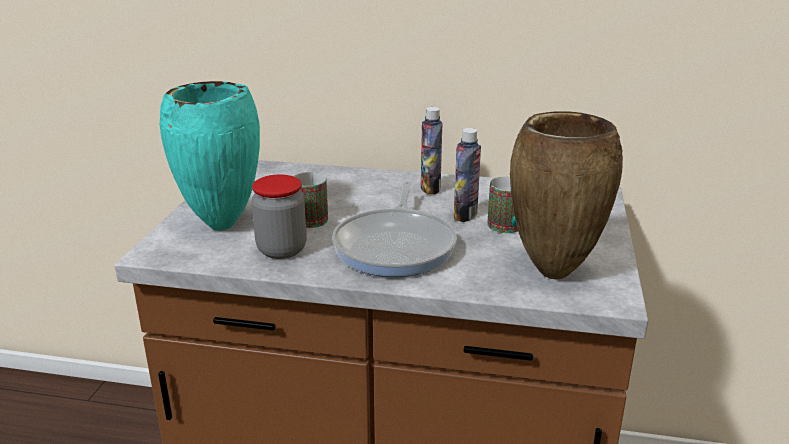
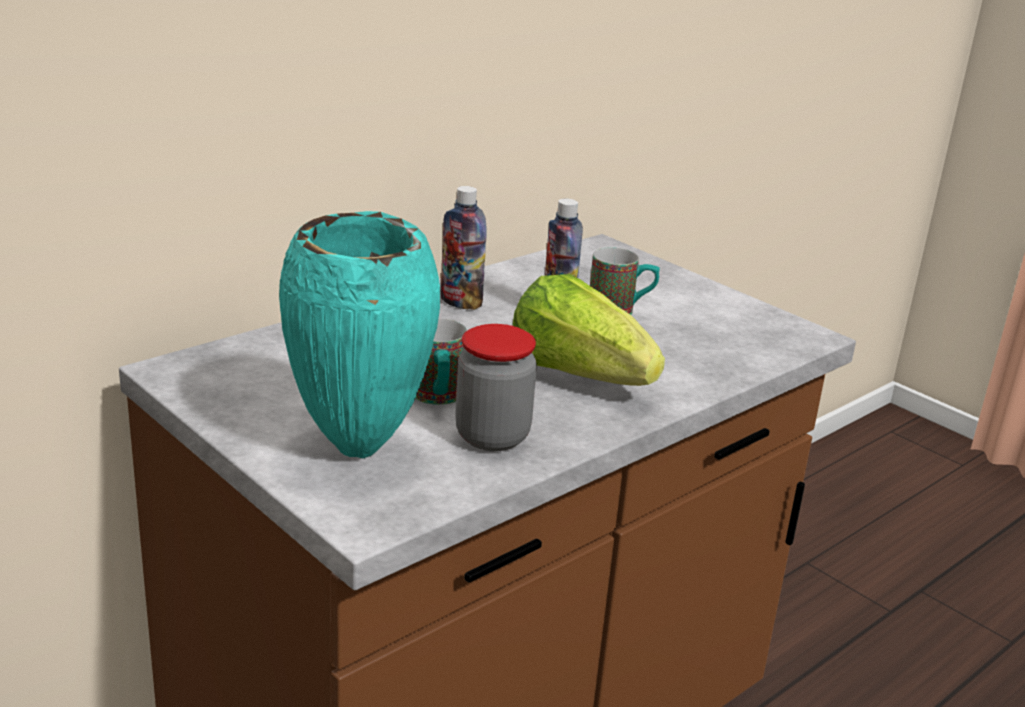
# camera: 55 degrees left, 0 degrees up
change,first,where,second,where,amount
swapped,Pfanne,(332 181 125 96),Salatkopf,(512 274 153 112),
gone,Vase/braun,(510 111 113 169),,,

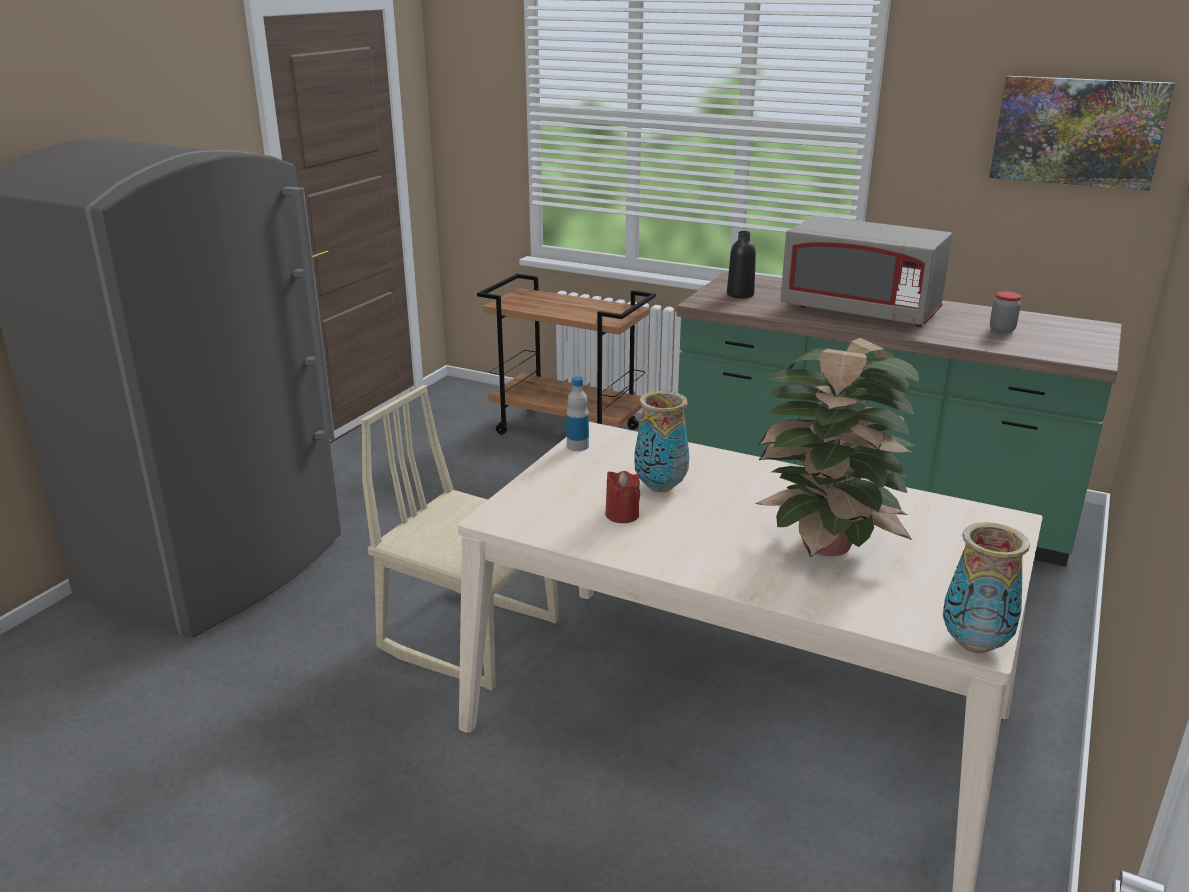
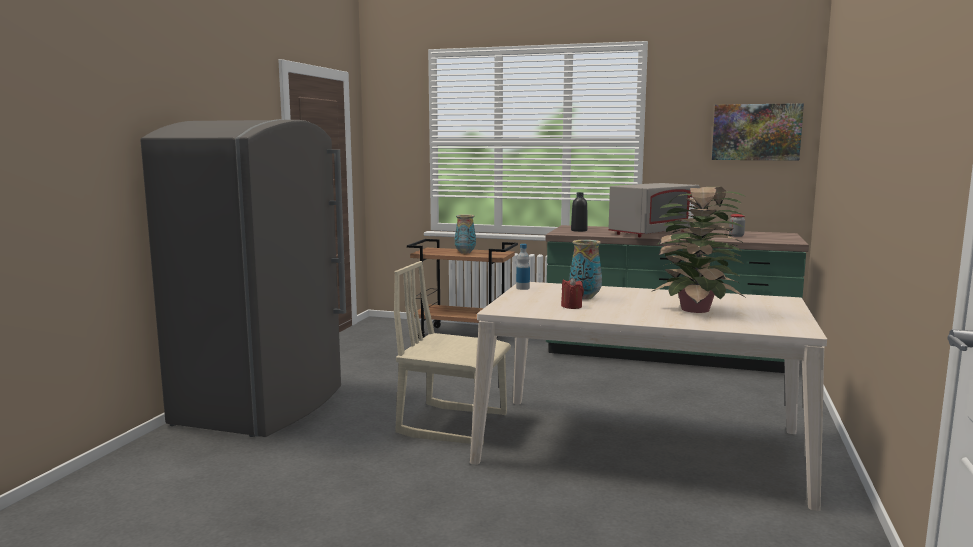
# camera: 10 degrees left, 15 degrees down
change,first,where,second,where,amount
rotated,Mikrowelle/grau,(780 216 173 111),,(608 183 92 54),60 degrees counterclockwise
shifted,Vase,(943 522 87 131),,(455 214 21 40),

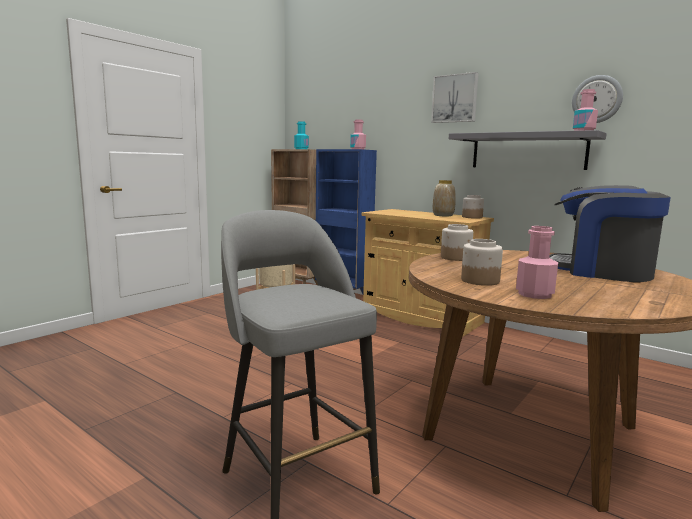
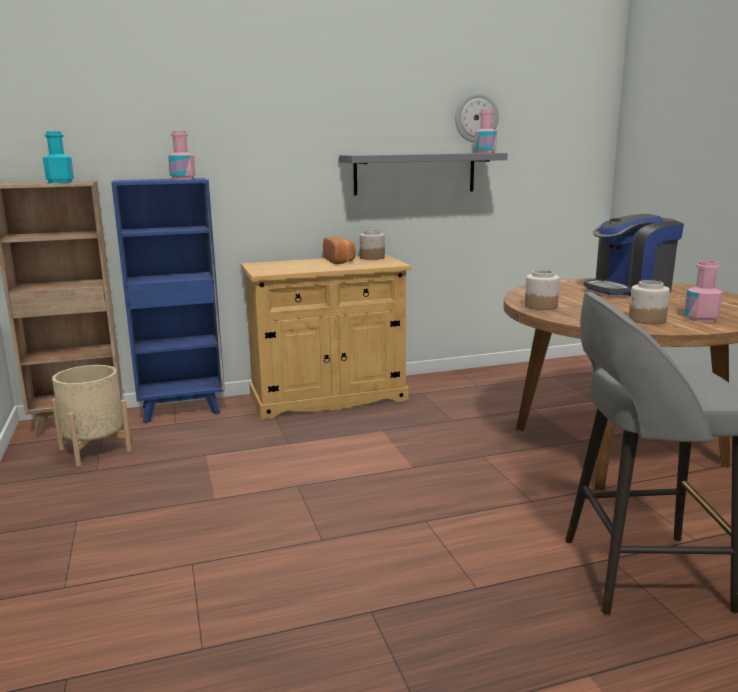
# camera: 55 degrees left, 5 degrees up
change,first,where,second,where,amount
gone,Bild,(431 72 48 51),,,
swapped,Vase,(433 180 23 36),Brot,(323 237 33 27),

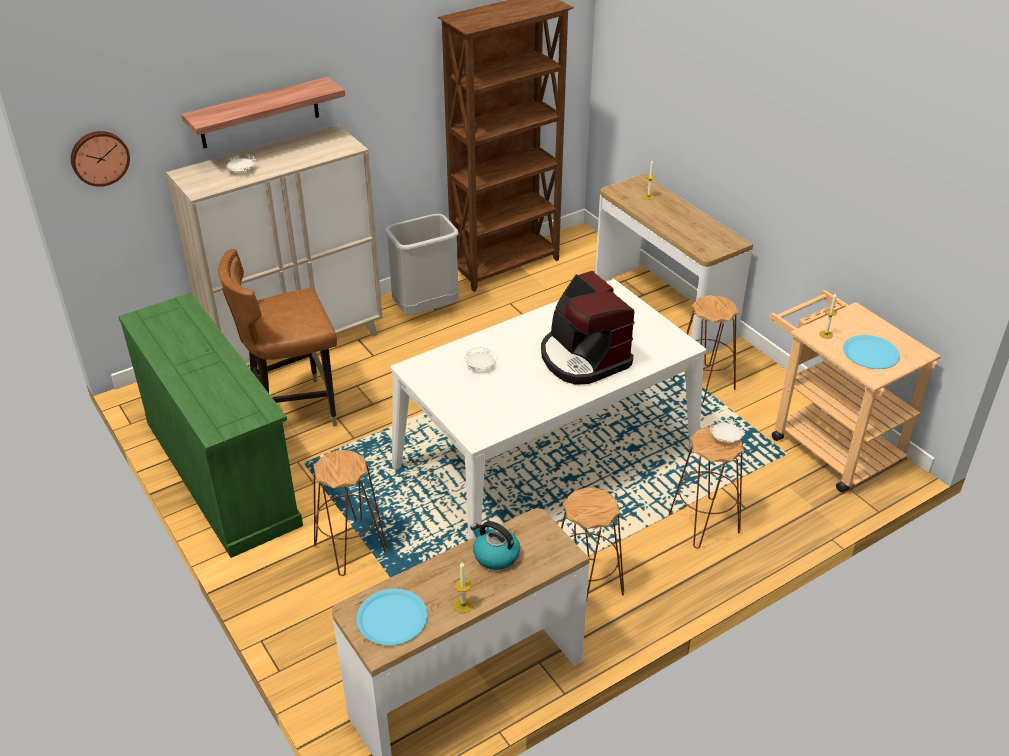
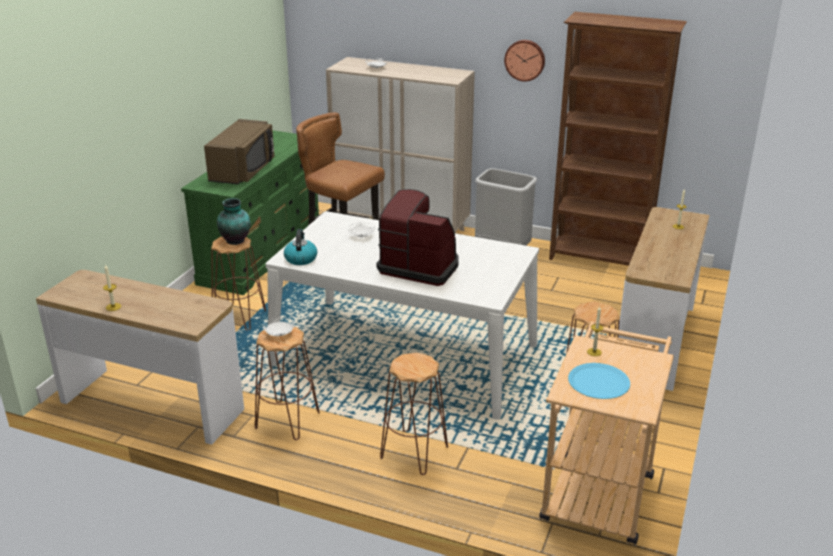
# camera: 55 degrees right, 10 degrees down
change,first,where,second,where,amount
shifted,Wanduhr,(71 131 59 56),,(504 40 41 42),
gone,Wandregal,(181 77 164 71),,,
gone,Teller/blau,(356 589 72 57),,,
shifted,Wasserkessel,(470 521 50 49),,(284 229 33 36),
rotated,Kaffeemaschine,(541 271 94 114),,(377 189 81 97),90 degrees clockwise
shifted,Teller/weiß,(710 418 35 25),,(263 317 32 19),
new,,,Mikrowelle/braun,(204 119 71 65),
new,,,Vase,(217 198 33 47),

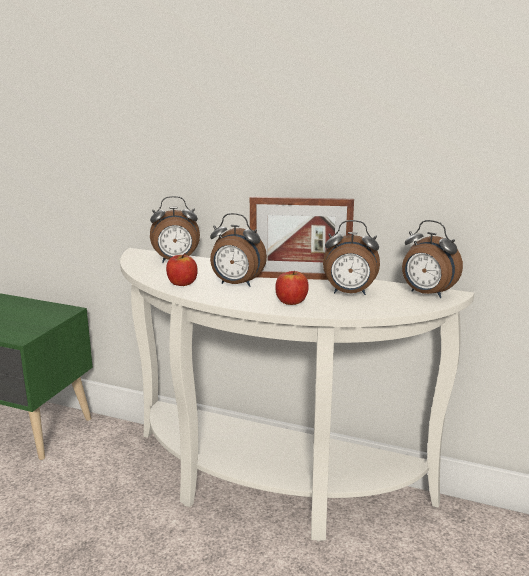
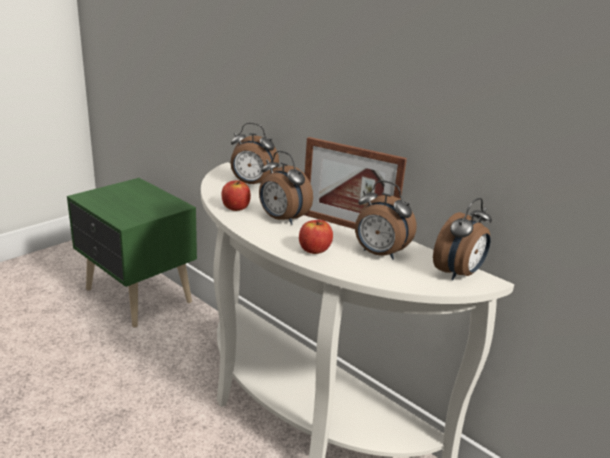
# camera: 20 degrees right, 5 degrees up
change,first,where,second,where,amount
rotated,Wecker,(402 220 61 78),,(433 198 59 83),105 degrees counterclockwise

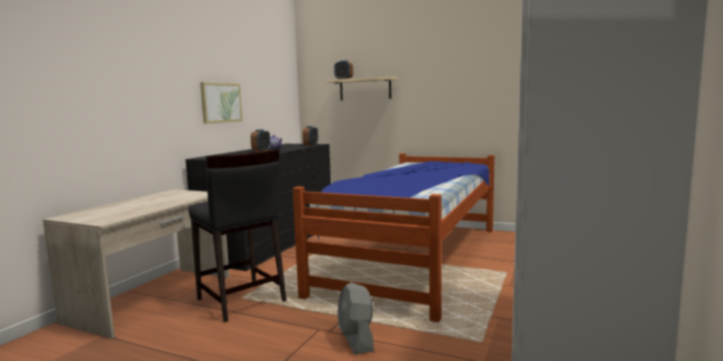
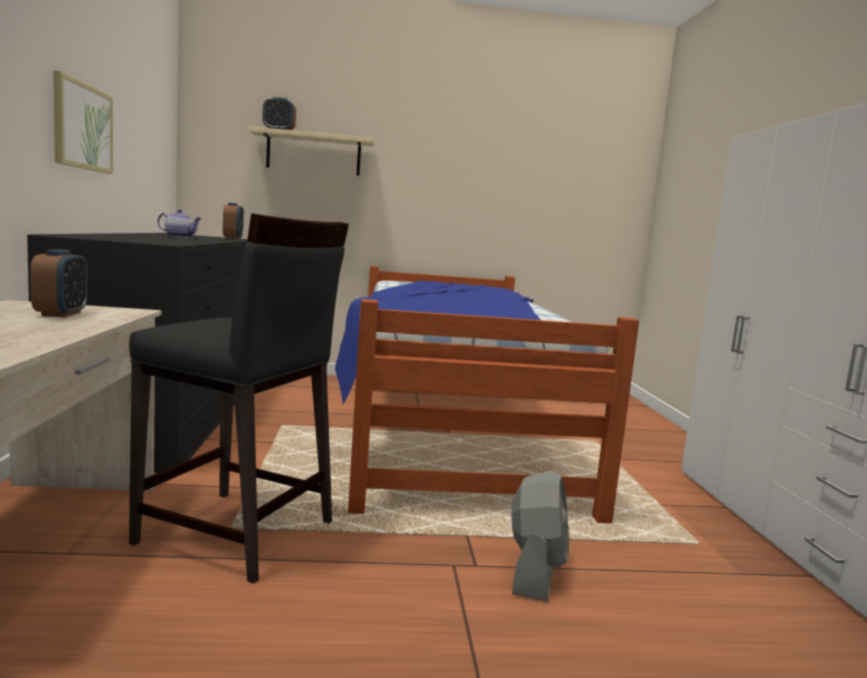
# camera: 30 degrees left, 0 degrees up
change,first,where,second,where,amount
shifted,Wecker,(251 129 20 23),,(30 249 58 68),
rotated,Ventilator/grau,(337 283 37 72),,(511 470 58 132),120 degrees counterclockwise

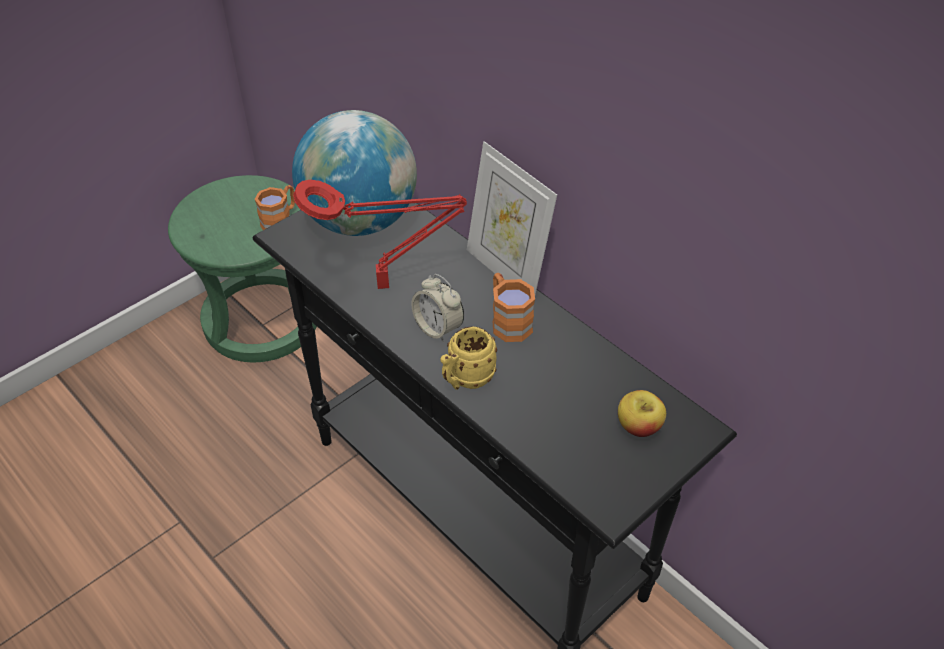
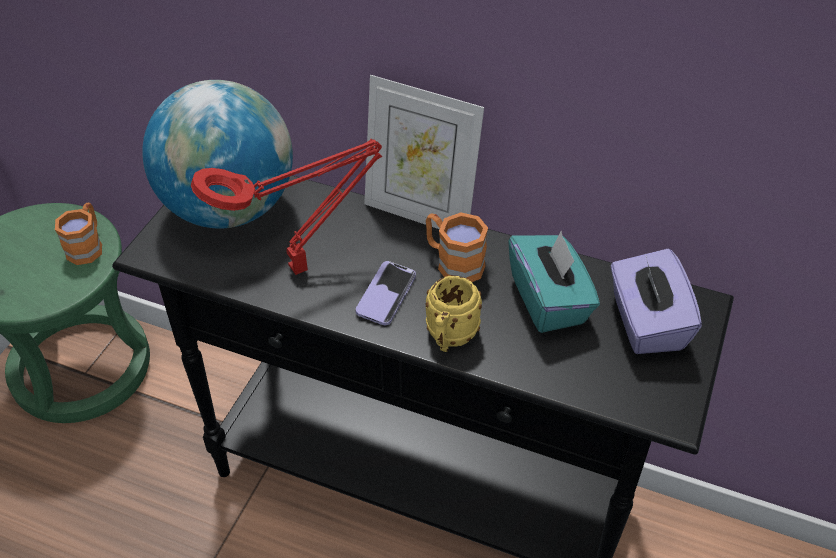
# camera: 25 degrees left, 0 degrees up
change,first,where,second,where,amount
swapped,Wecker,(411 274 53 68),Handy,(356 261 60 64),
swapped,Apfel,(618 390 48 47),Taschentuchbox/lila,(611 248 91 106),
new,,,Taschentuchbox/türkis,(508 230 92 103),

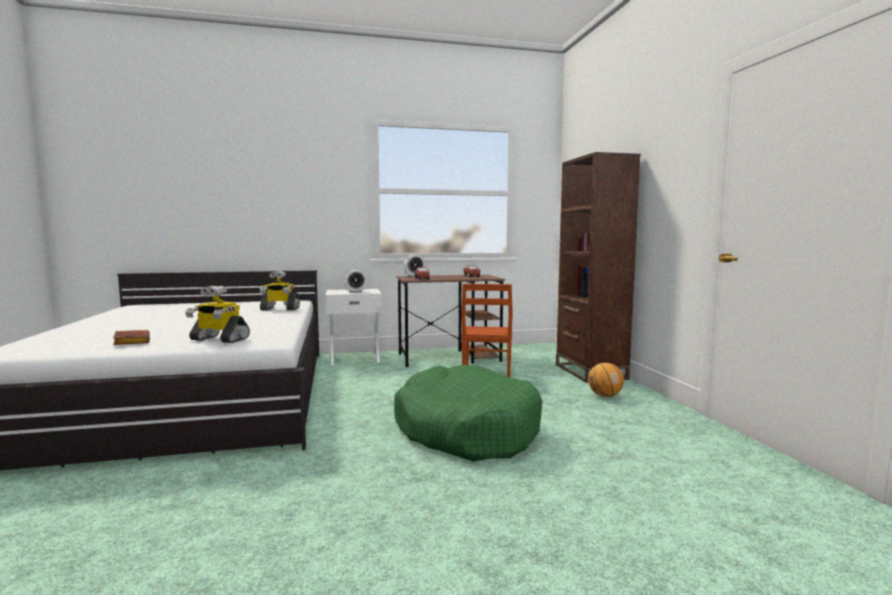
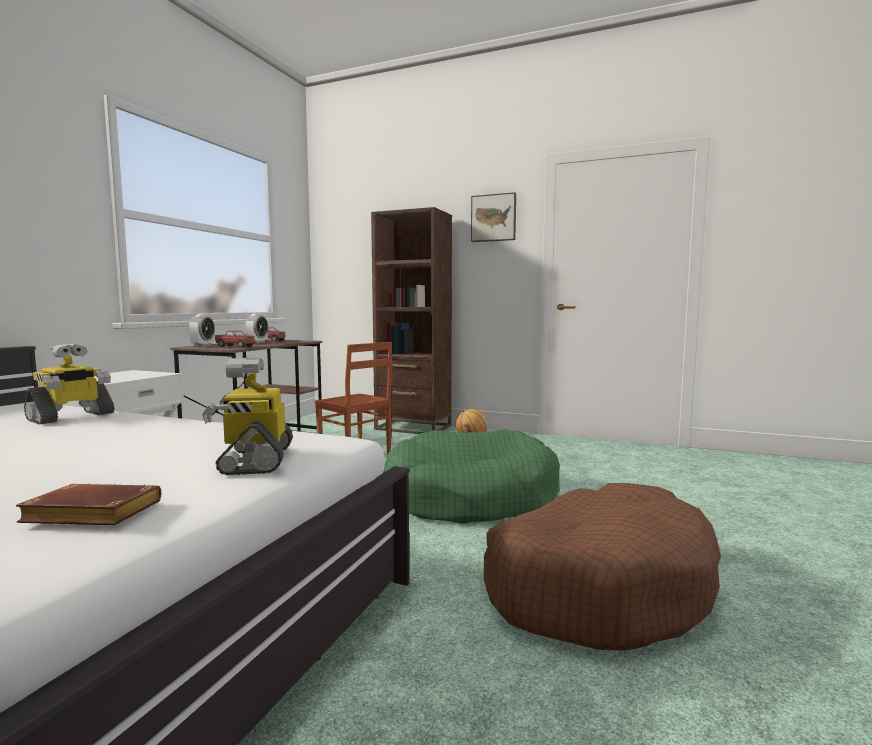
# camera: 55 degrees left, 0 degrees up
change,first,where,second,where,amount
rotated,Spielzeugroboter,(185 286 65 57),,(202 358 91 117),120 degrees clockwise
shifted,Wecker,(345 270 21 23),,(245 314 23 30),
new,,,Bild,(471 192 45 50),
new,,,Hundebett/braun,(484 483 237 168),

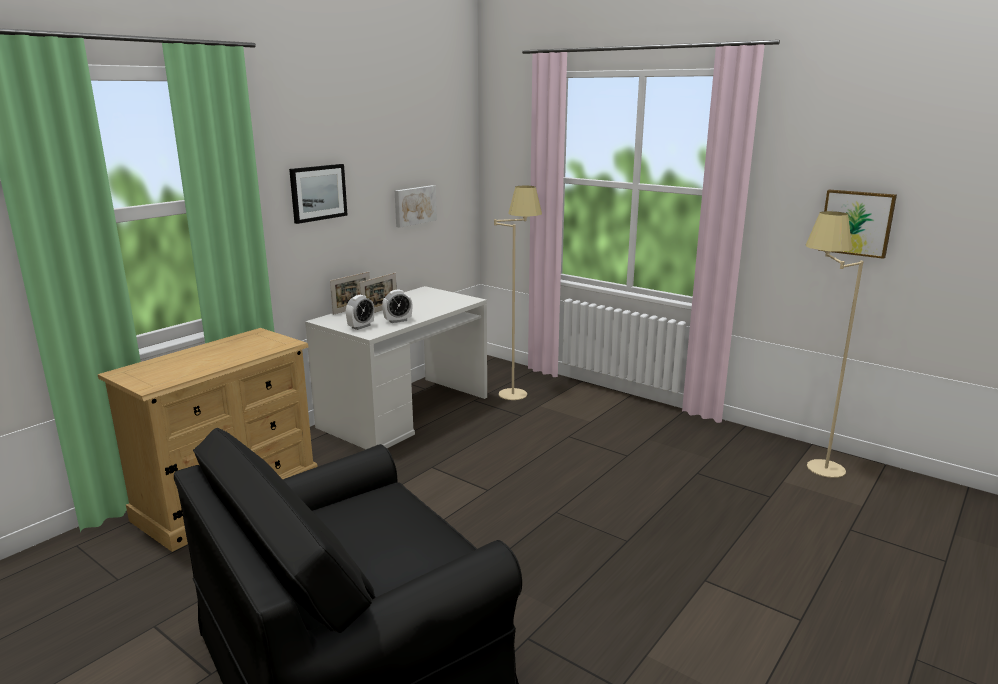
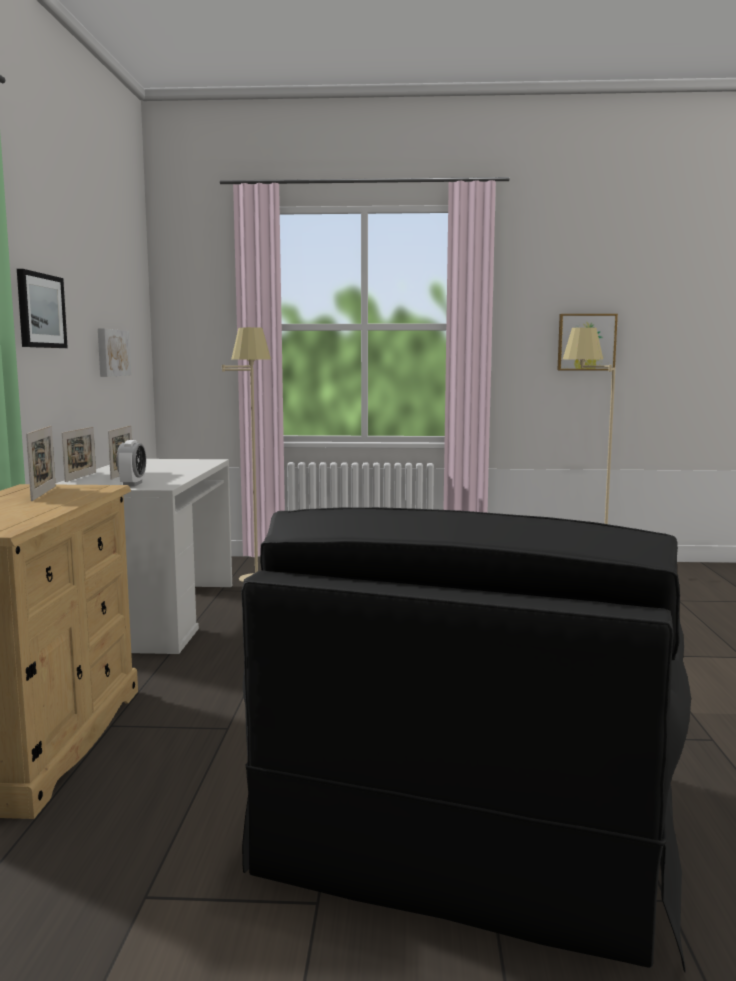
# camera: 35 degrees left, 10 degrees down
change,first,where,second,where,amount
gone,Wecker,(382 290 30 33),,,
new,,,Bilderrahmen,(26 426 30 75),

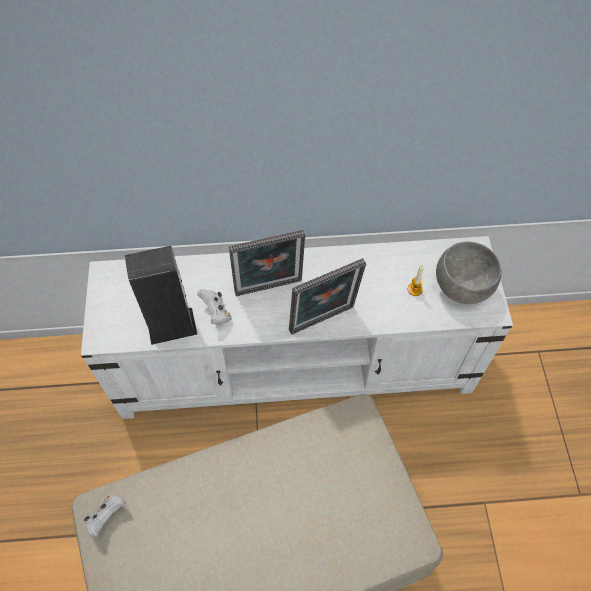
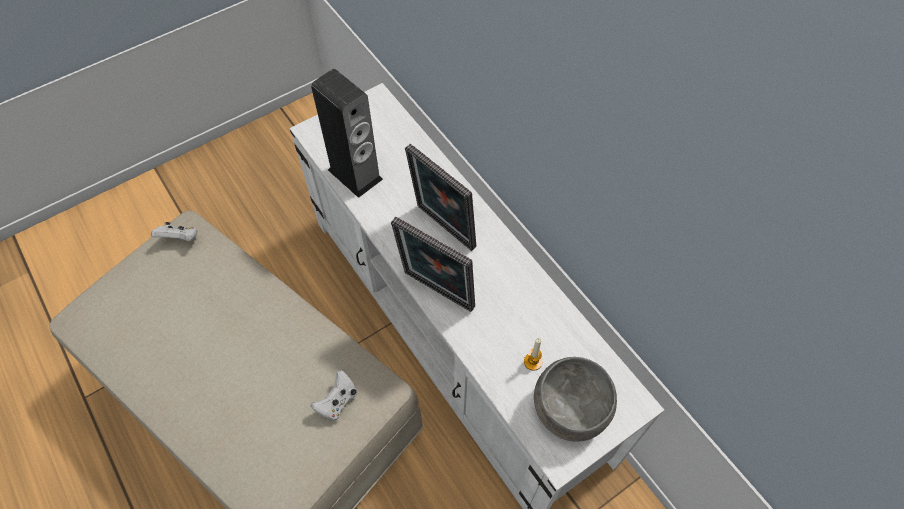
# camera: 60 degrees right, 0 degrees up
change,first,where,second,where,amount
shifted,Gamepad/weiß,(197 290 35 34),,(311 370 46 51),

